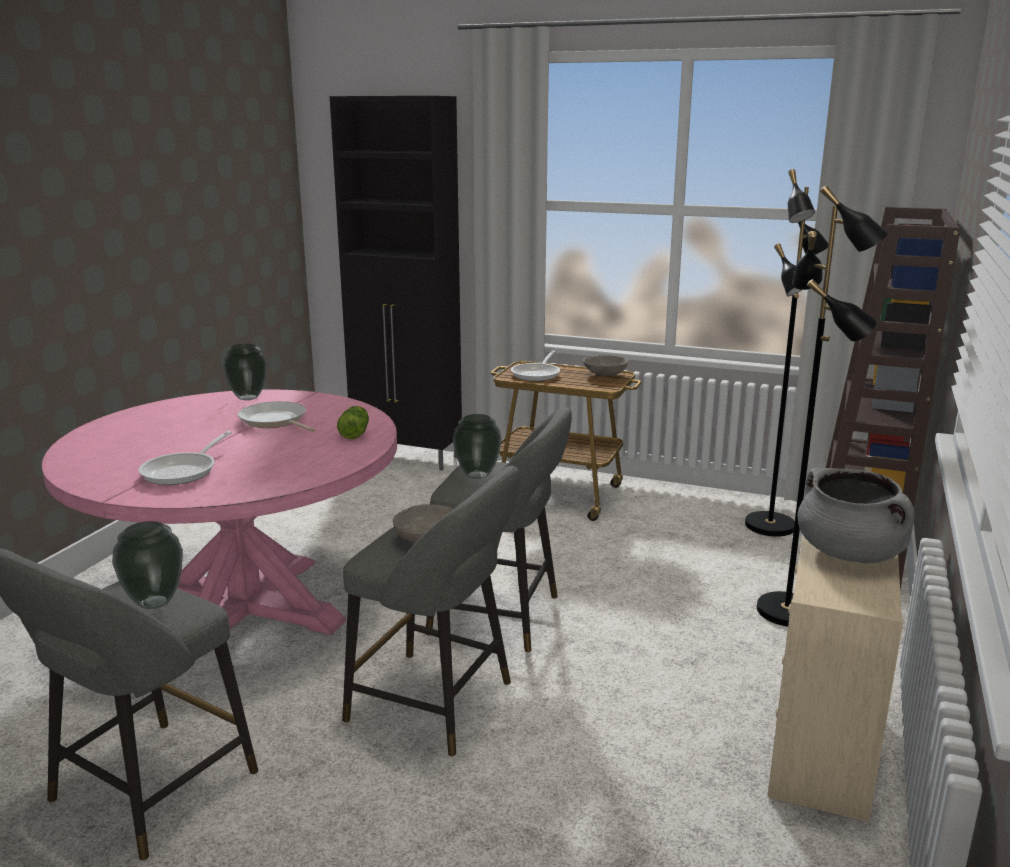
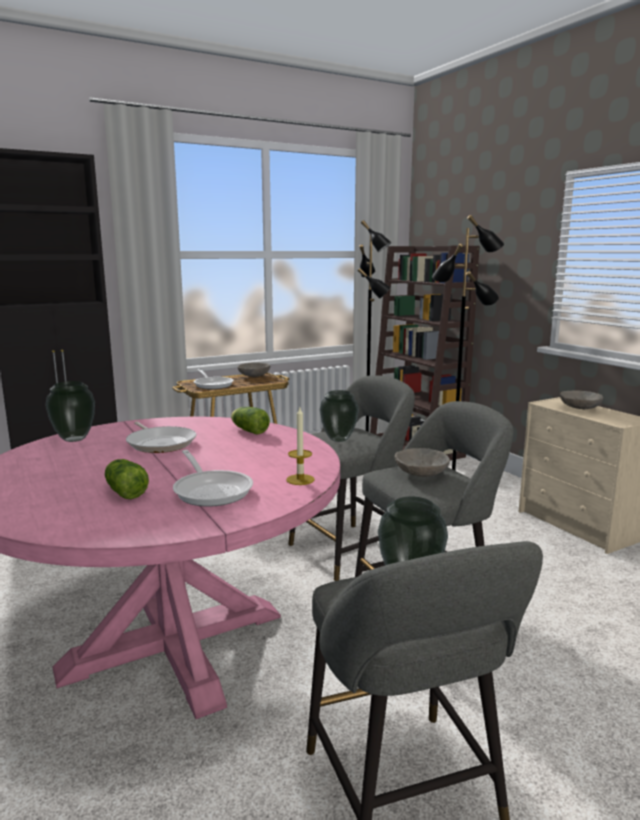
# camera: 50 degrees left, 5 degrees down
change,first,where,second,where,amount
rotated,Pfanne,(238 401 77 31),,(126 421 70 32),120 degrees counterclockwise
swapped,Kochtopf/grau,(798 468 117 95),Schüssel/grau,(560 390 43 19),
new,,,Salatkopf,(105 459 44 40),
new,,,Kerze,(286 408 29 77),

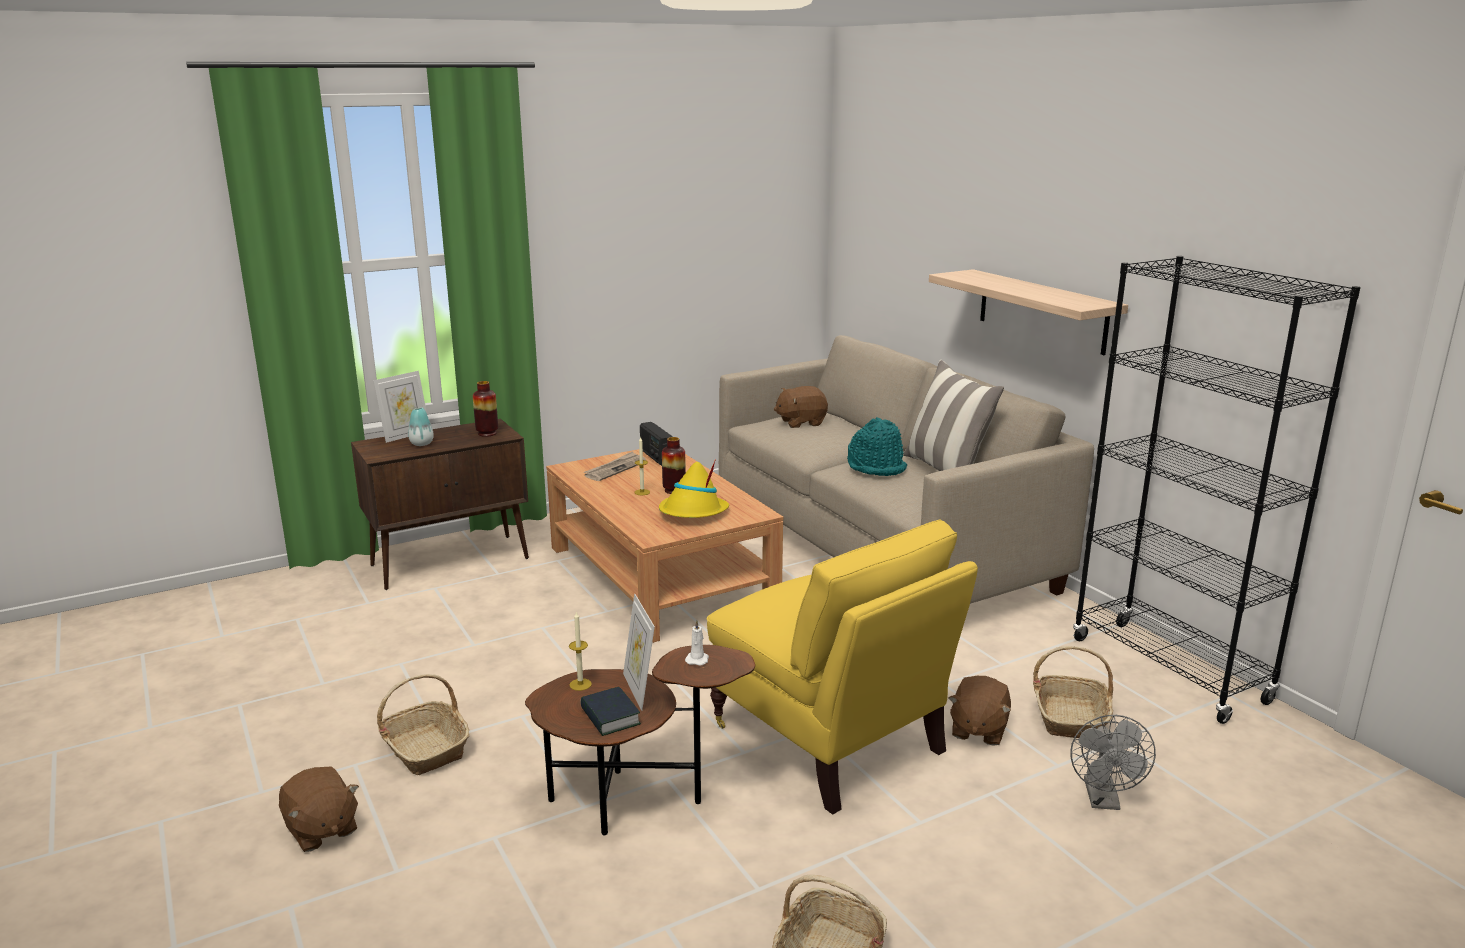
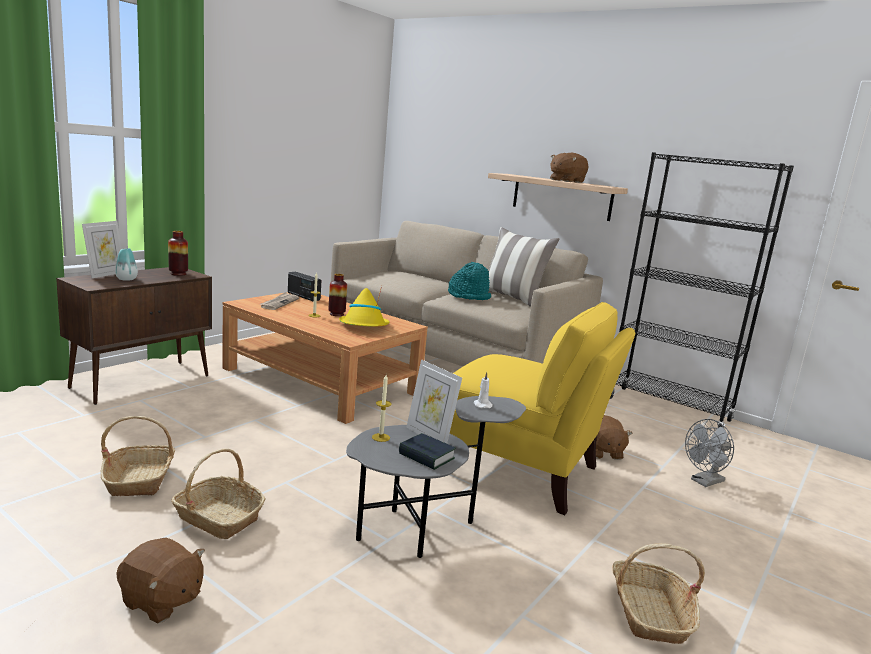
# camera: 25 degrees left, 5 degrees down
change,first,where,second,where,amount
repainted,Beistelltisch/braun,(525 645 230 190),Beistelltisch/grau,(346 396 180 162),
shifted,Plüschtier/braun,(774 386 54 42),,(550 153 38 30),
shifted,Korb,(1033 646 80 92),,(101 416 74 80),
rotated,Ventilator/grau,(1070 715 86 95),,(685 419 49 68),75 degrees clockwise

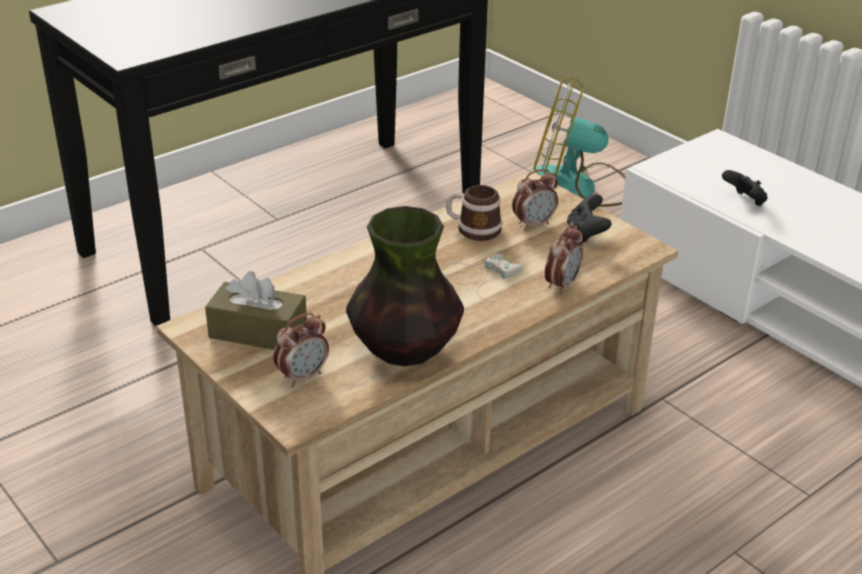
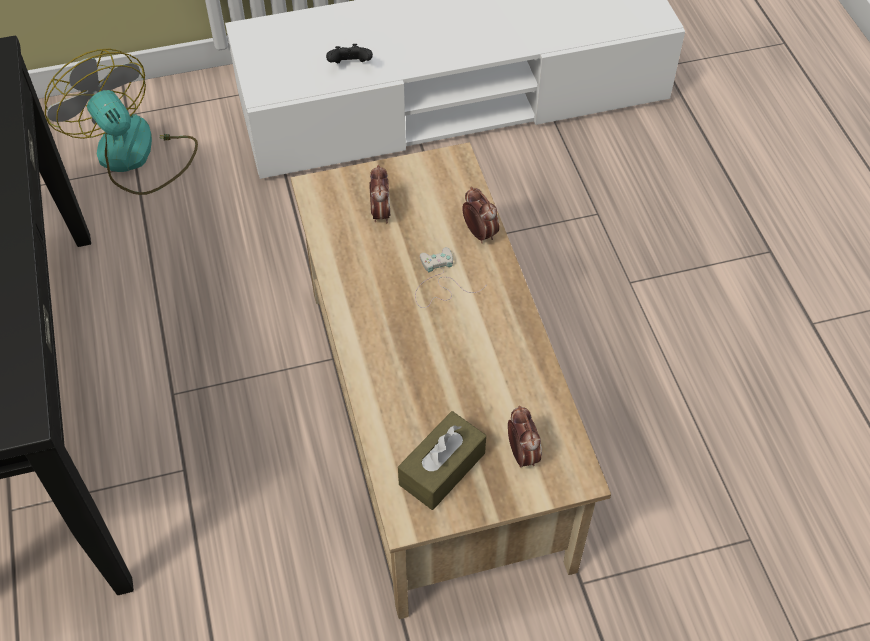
# camera: 65 degrees left, 20 degrees up
change,first,where,second,where,amount
gone,Vase,(346 206 118 161),,,
gone,Henkelbecher,(446 185 57 56),,,
rotated,Ventilator,(533 77 92 130),,(45 48 153 147),105 degrees clockwise
gone,Gamepad/schwarz,(567 194 44 50),,,

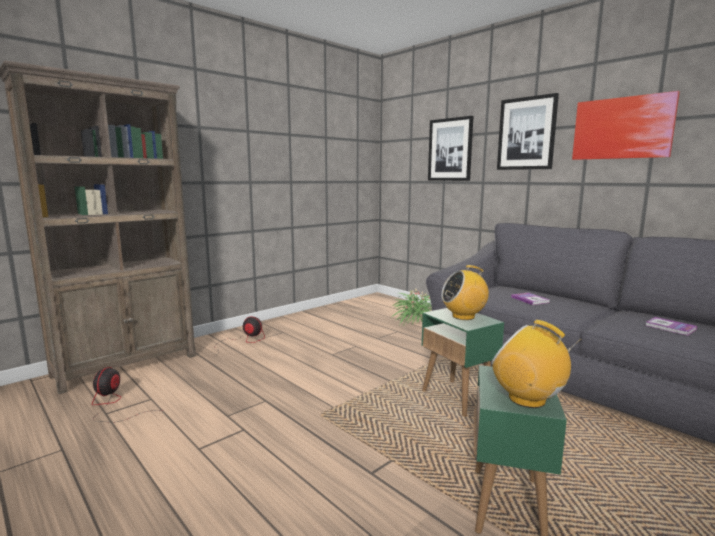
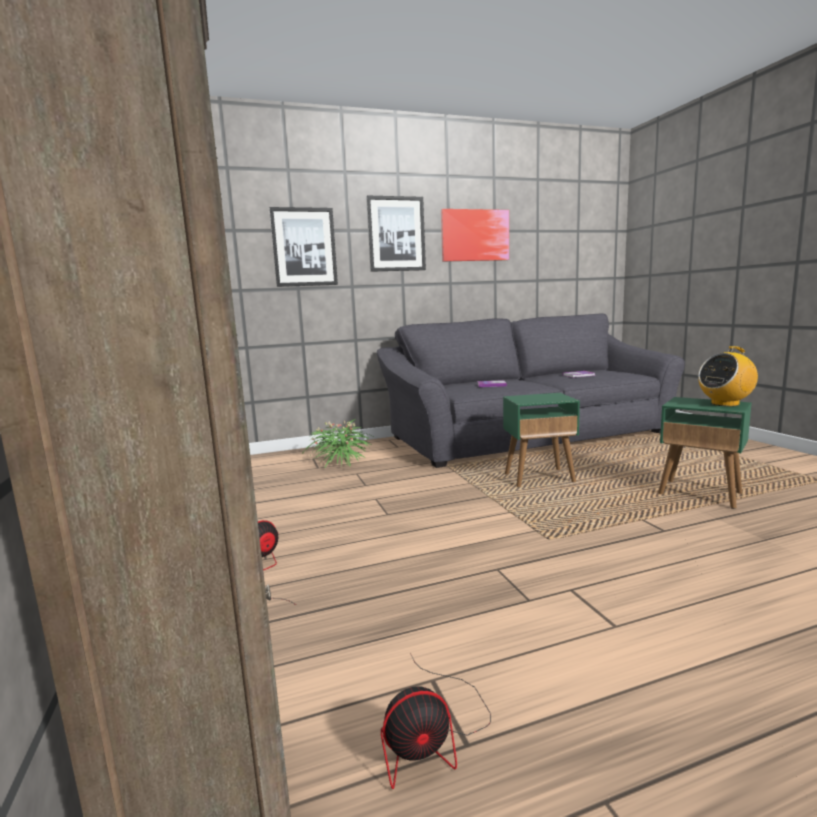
# camera: 65 degrees left, 0 degrees up
change,first,where,second,where,amount
rotated,Ventilator,(92 367 72 55),,(381 653 110 136),45 degrees counterclockwise
gone,Radio,(441 265 48 55),,,

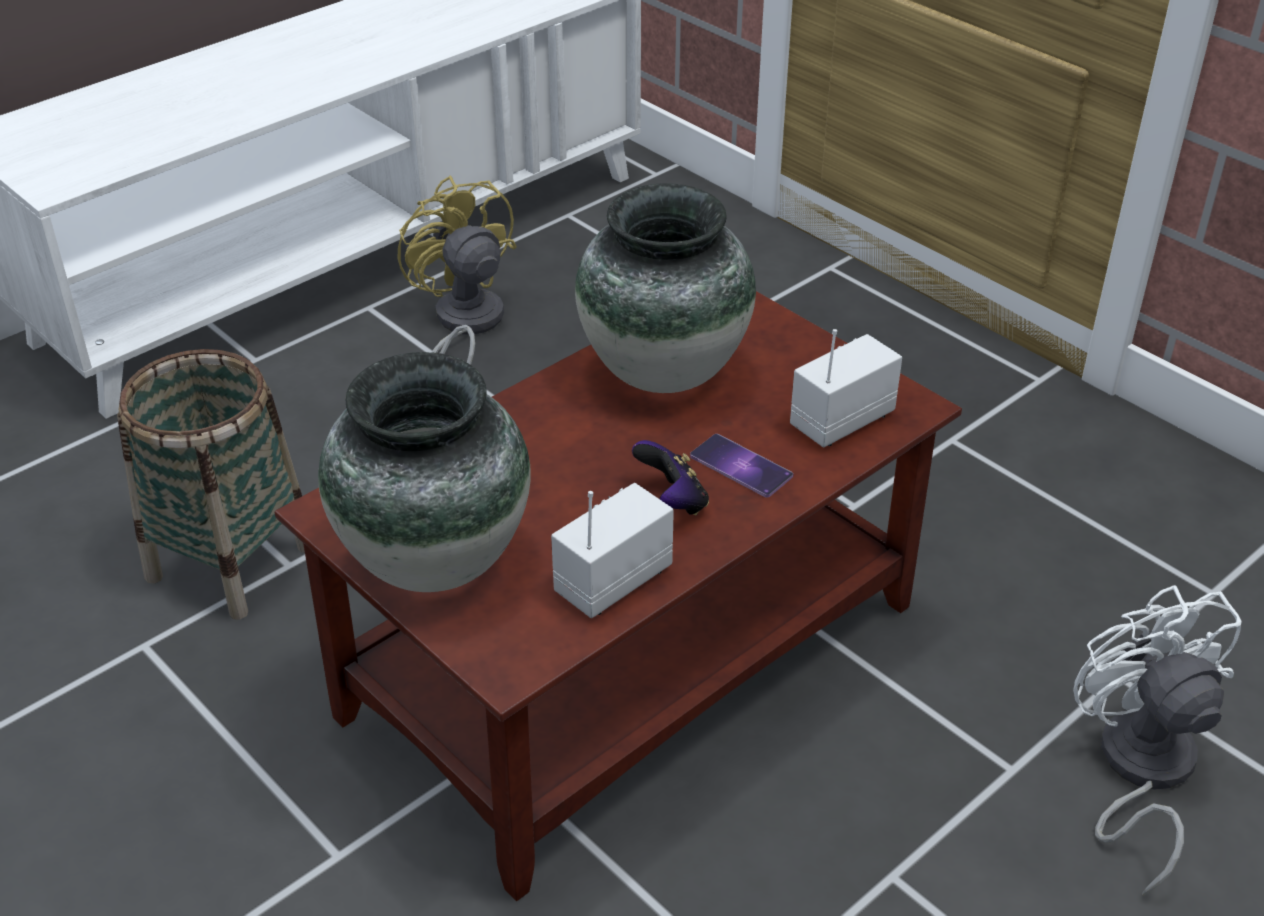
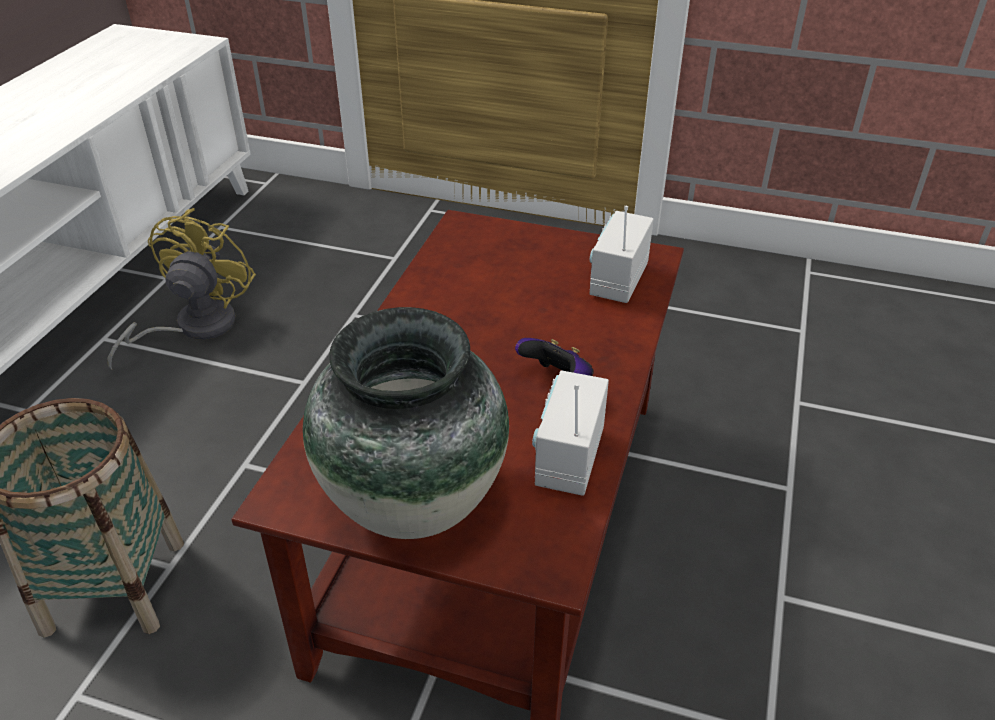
# camera: 30 degrees left, 0 degrees up
change,first,where,second,where,amount
rotated,Ventilator/gelb,(397 175 120 190),,(107 208 149 161),75 degrees clockwise
gone,Vase,(575 183 181 210),,,
gone,Handy,(690 434 103 63),,,
gone,Ventilator/weiß,(1073 585 169 311),,,

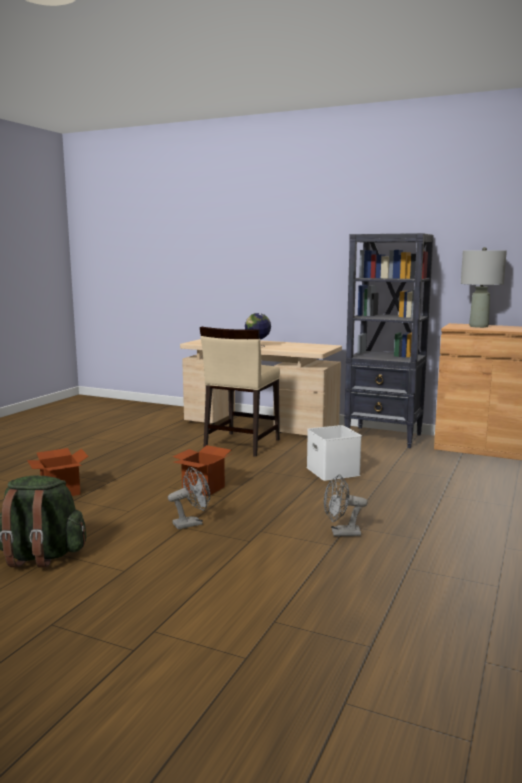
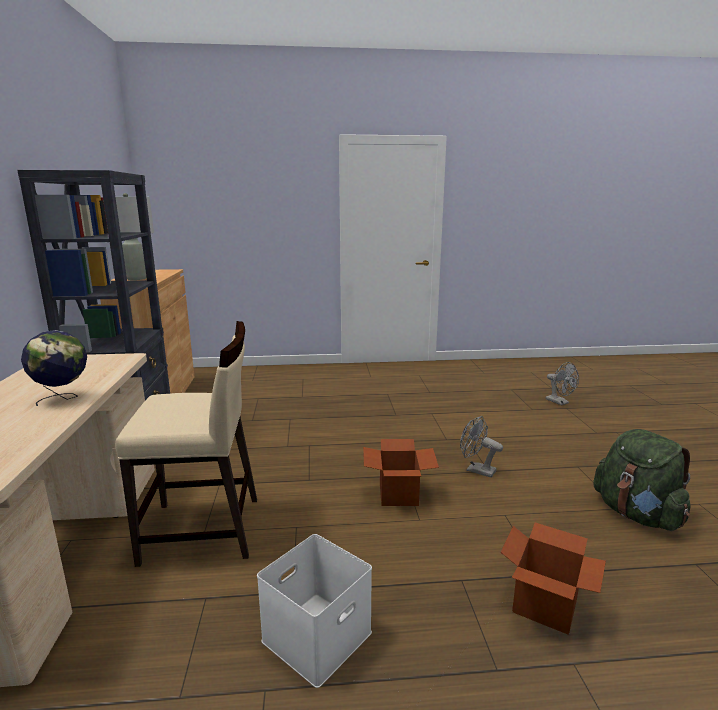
# camera: 120 degrees left, 5 degrees up
change,first,where,second,where,amount
shifted,Aufbewahrungsbox/weiß,(307 425 55 56),,(257 534 115 154),
shifted,Ventilator/grau,(324 474 44 62),,(546 362 33 44),

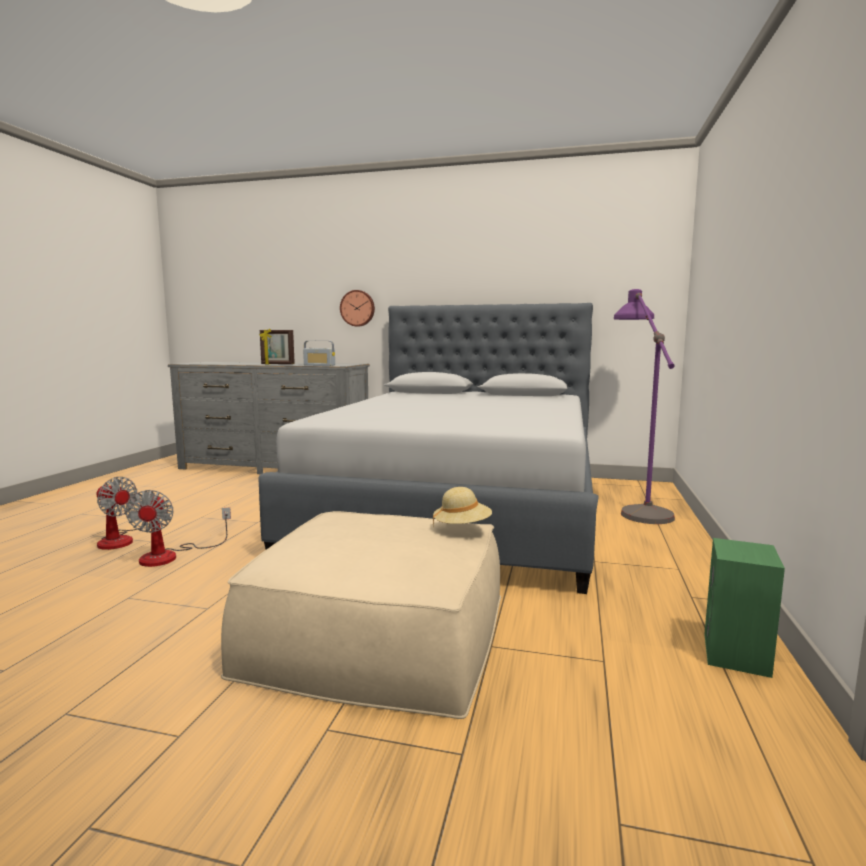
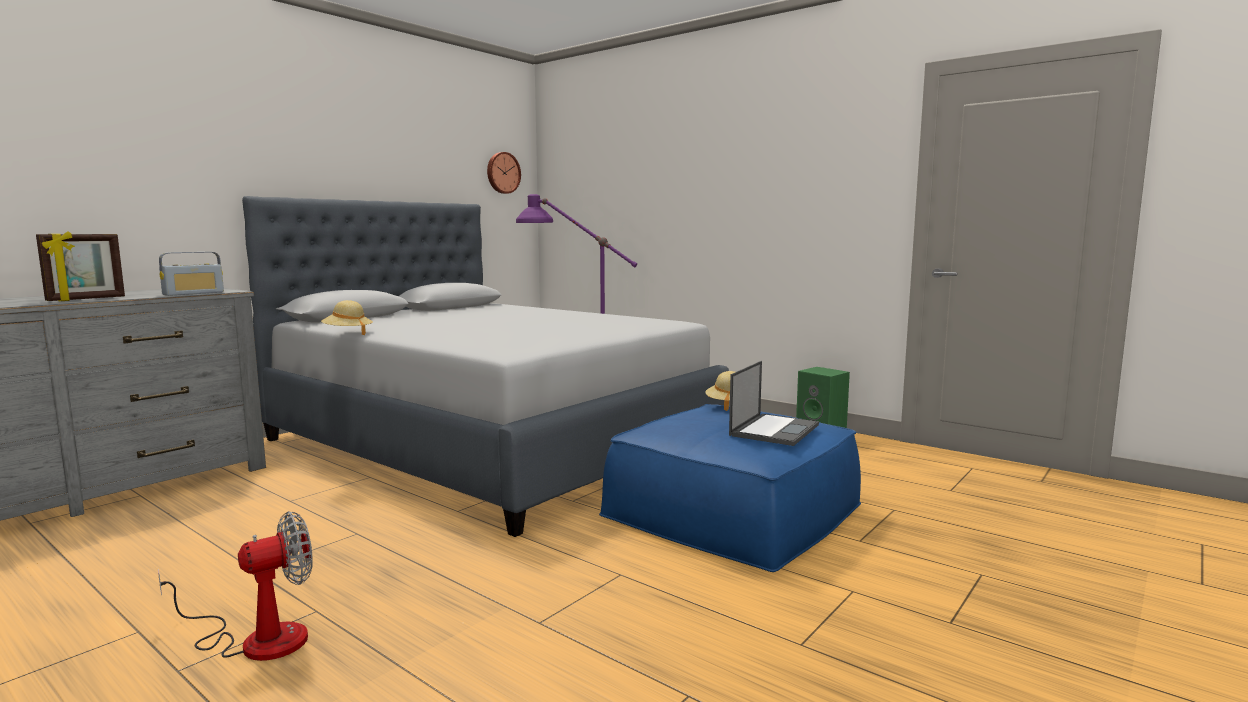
# camera: 65 degrees left, 0 degrees up
change,first,where,second,where,amount
gone,Ventilator,(125 490 106 77),,,
repainted,Polsterhocker/beige,(221 511 280 208),Polsterhocker/blau,(599 404 262 168),
shifted,Wanduhr,(340 290 35 37),,(487 152 34 42),
new,,,Hut/beige,(321 300 52 35),
new,,,Laptop,(729 361 90 85),

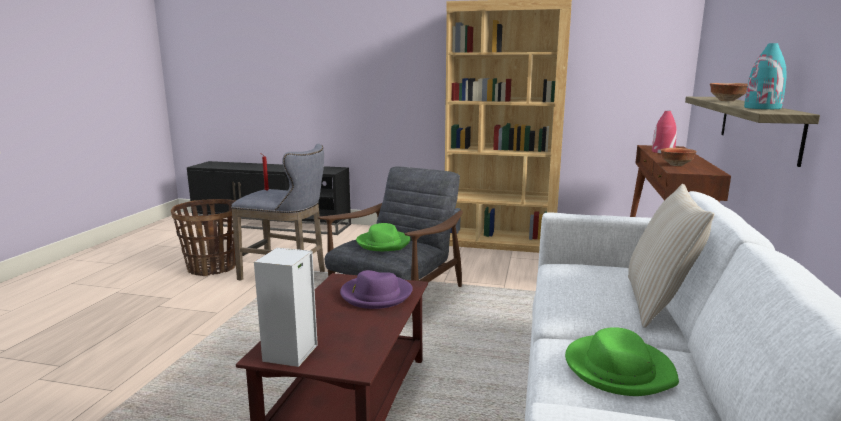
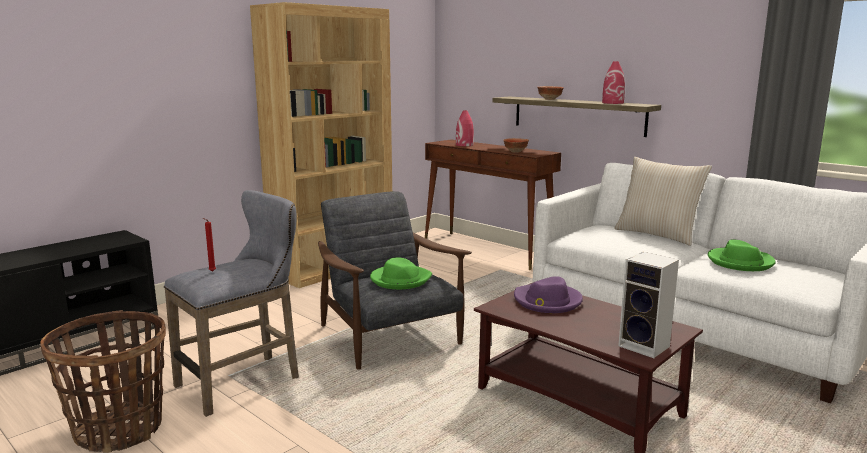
# camera: 60 degrees left, 0 degrees up
change,first,where,second,where,amount
repainted,Vase/türkis,(744 43 42 66),Vase/rot,(602 61 23 43),

